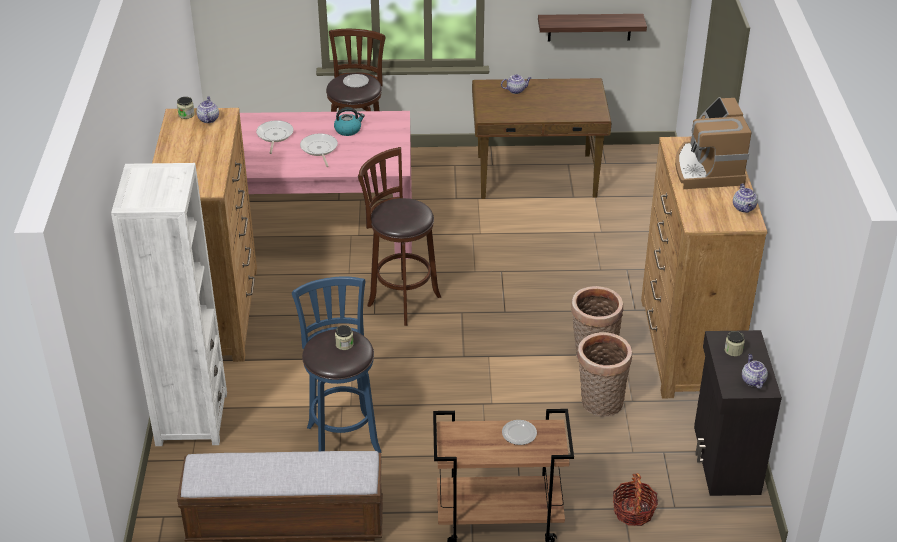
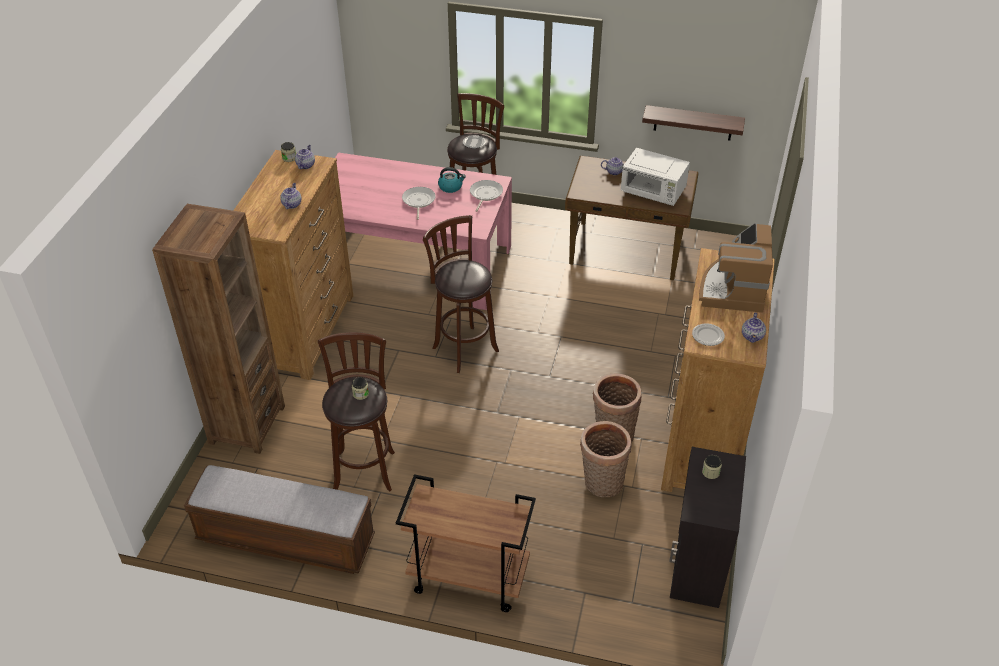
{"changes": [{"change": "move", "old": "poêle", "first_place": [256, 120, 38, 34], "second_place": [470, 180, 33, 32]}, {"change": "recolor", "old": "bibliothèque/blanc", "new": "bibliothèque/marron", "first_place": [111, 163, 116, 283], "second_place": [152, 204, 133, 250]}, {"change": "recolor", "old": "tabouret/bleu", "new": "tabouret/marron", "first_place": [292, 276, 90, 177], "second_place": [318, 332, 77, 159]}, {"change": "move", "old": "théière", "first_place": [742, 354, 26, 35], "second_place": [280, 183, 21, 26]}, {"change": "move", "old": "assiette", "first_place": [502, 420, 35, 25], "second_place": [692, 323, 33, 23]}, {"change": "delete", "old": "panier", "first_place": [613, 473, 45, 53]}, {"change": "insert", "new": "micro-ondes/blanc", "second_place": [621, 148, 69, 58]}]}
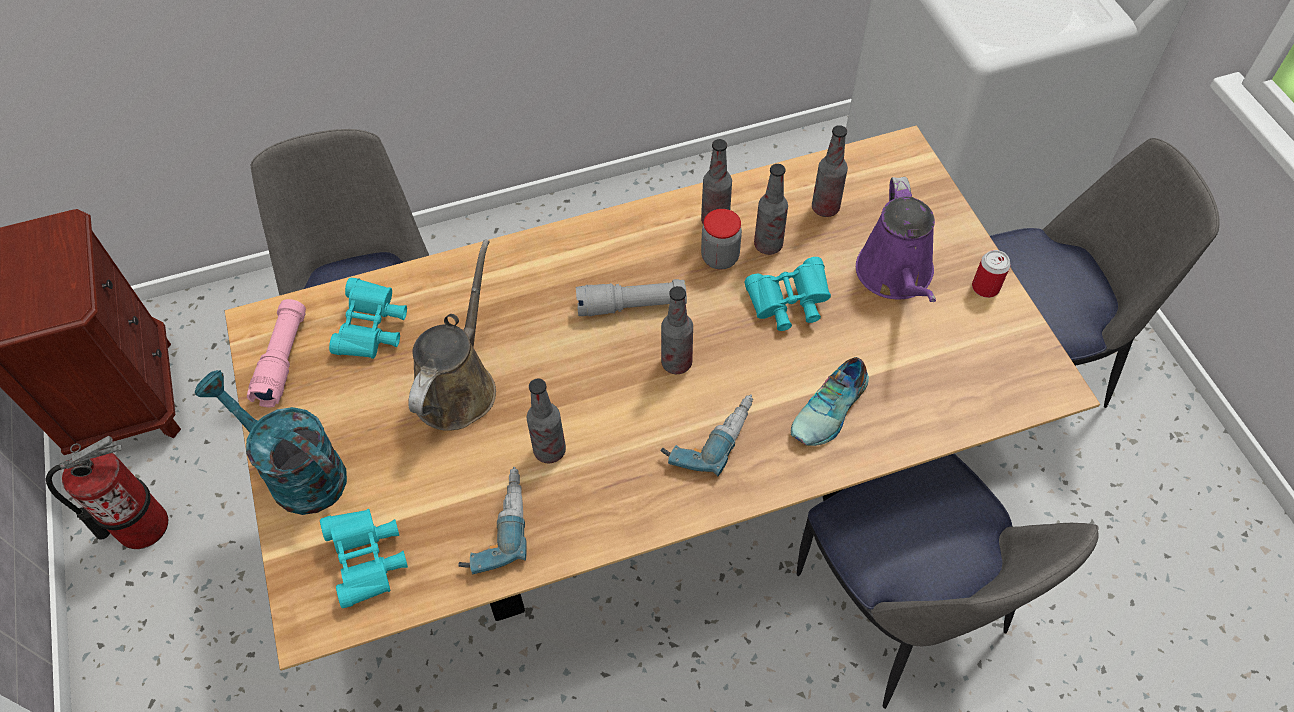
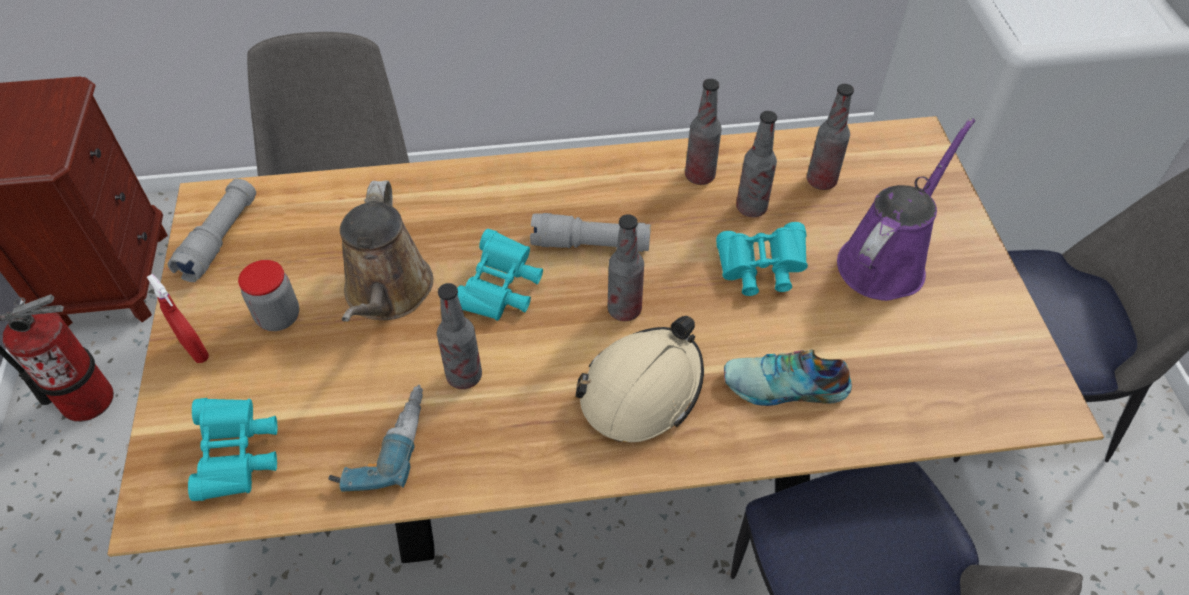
{"changes": [{"change": "rotate", "old": "arrosoir/violet", "first_place": [856, 177, 80, 125], "second_place": [837, 118, 138, 183], "degrees": -150}, {"change": "move", "old": "bocal", "first_place": [701, 209, 41, 60], "second_place": [238, 260, 61, 71]}, {"change": "rotate", "old": "arrosoir/marron", "first_place": [408, 239, 88, 192], "second_place": [340, 180, 93, 142], "degrees": 150}, {"change": "delete", "old": "boîte métallique", "first_place": [972, 250, 38, 48]}, {"change": "move", "old": "jumelles/turquoise", "first_place": [329, 278, 78, 81], "second_place": [457, 229, 86, 92]}, {"change": "recolor", "old": "lampe de poche/rose", "new": "lampe de poche/gris", "first_place": [247, 299, 59, 108], "second_place": [168, 178, 88, 104]}, {"change": "rotate", "old": "chaussure", "first_place": [791, 357, 78, 89], "second_place": [724, 350, 128, 56], "degrees": 45}, {"change": "replace", "old": "arrosoir/turquoise", "new": "vaporisateur/rouge", "first_place": [195, 370, 152, 145], "second_place": [147, 274, 62, 89]}, {"change": "replace", "old": "perceuse", "new": "casque de chantier/beige", "first_place": [661, 394, 92, 82], "second_place": [575, 316, 129, 126]}]}
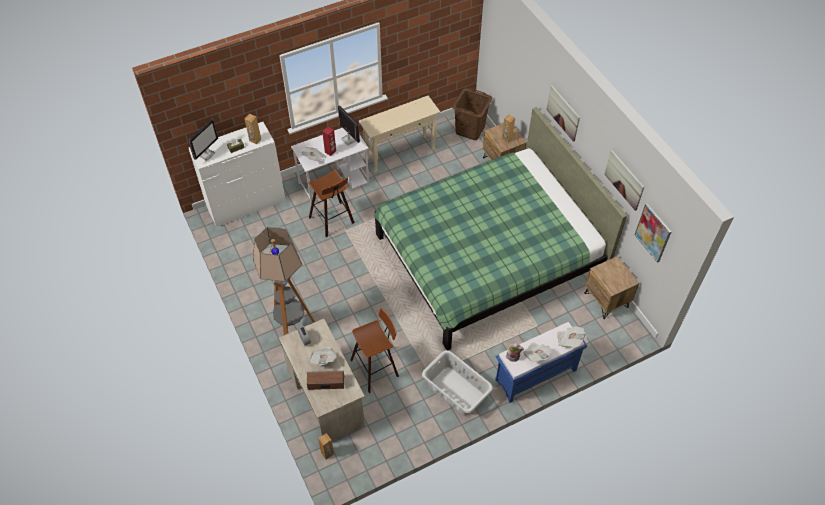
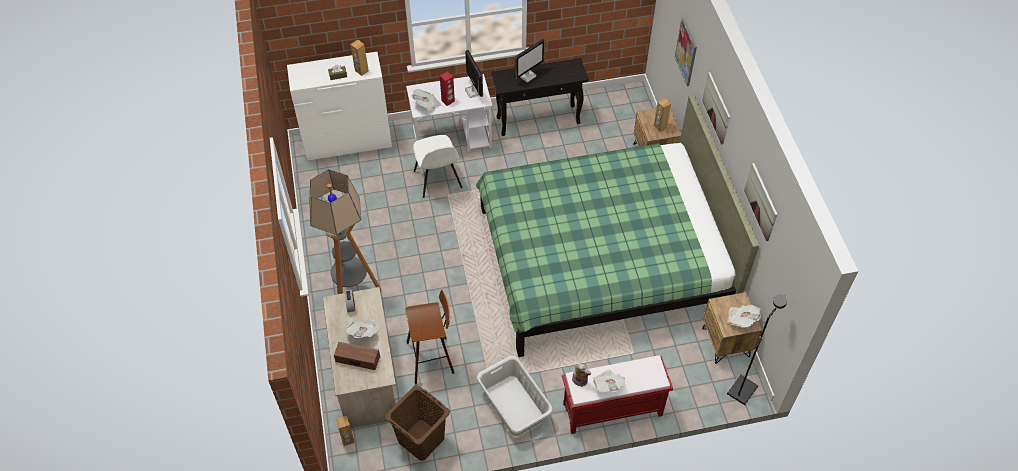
{"changes": [{"change": "move", "old": "panier à linge/marron", "first_place": [452, 88, 40, 52], "second_place": [385, 385, 65, 76]}, {"change": "recolor", "old": "table console/beige", "new": "table console/noir", "first_place": [359, 96, 81, 77], "second_place": [491, 58, 98, 78]}, {"change": "move", "old": "écran d'ordinateur", "first_place": [188, 119, 30, 42], "second_place": [515, 39, 29, 43]}, {"change": "replace", "old": "tabouret", "new": "chaise/blanc", "first_place": [309, 170, 46, 67], "second_place": [413, 135, 49, 63]}, {"change": "move", "old": "tableau", "first_place": [635, 204, 36, 59], "second_place": [675, 18, 22, 68]}, {"change": "recolor", "old": "banc/bleu", "new": "banc/rouge", "first_place": [495, 322, 92, 81], "second_place": [562, 355, 111, 79]}, {"change": "move", "old": "journal", "first_place": [557, 326, 30, 22], "second_place": [727, 305, 34, 22]}, {"change": "insert", "new": "lampadaire/noir", "second_place": [727, 294, 60, 111]}]}
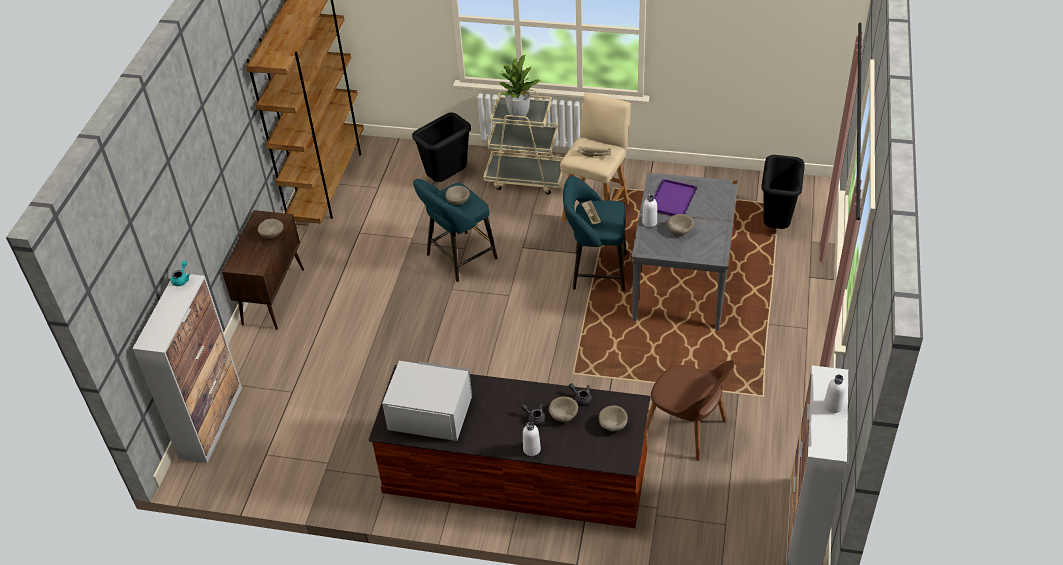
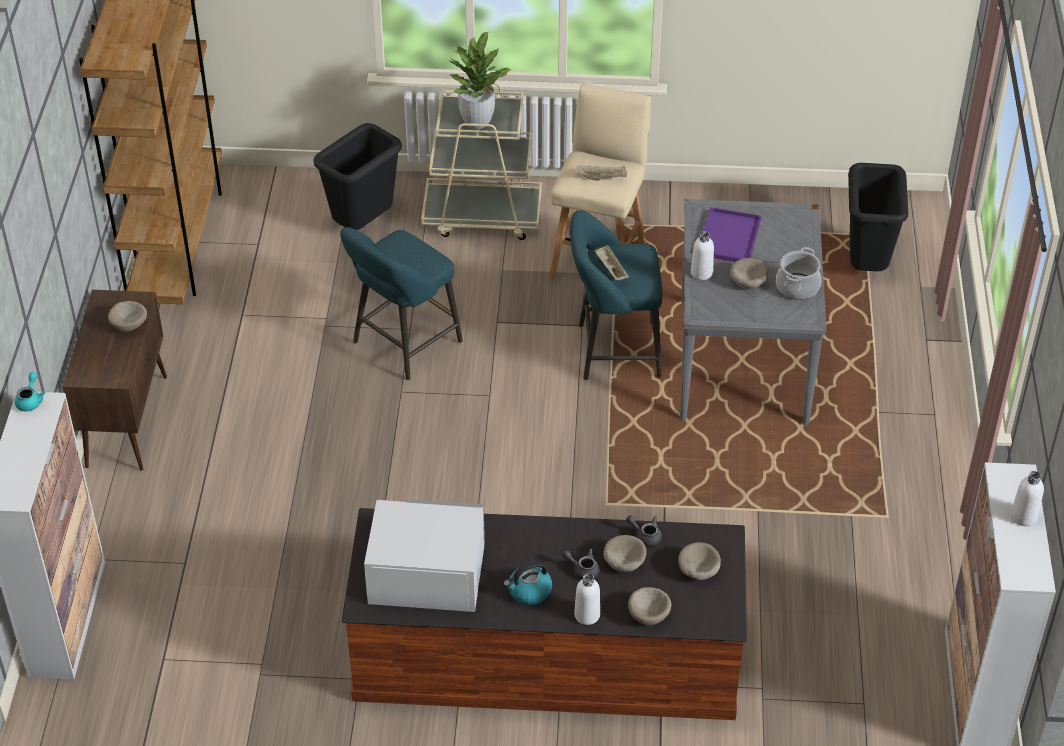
{"changes": [{"change": "move", "old": "bol/beige", "first_place": [445, 186, 25, 19], "second_place": [628, 587, 43, 38]}, {"change": "delete", "old": "chaise/marron", "first_place": [647, 360, 88, 101]}, {"change": "insert", "new": "marmite", "second_place": [776, 247, 45, 53]}, {"change": "insert", "new": "bouilloire", "second_place": [503, 561, 49, 44]}]}
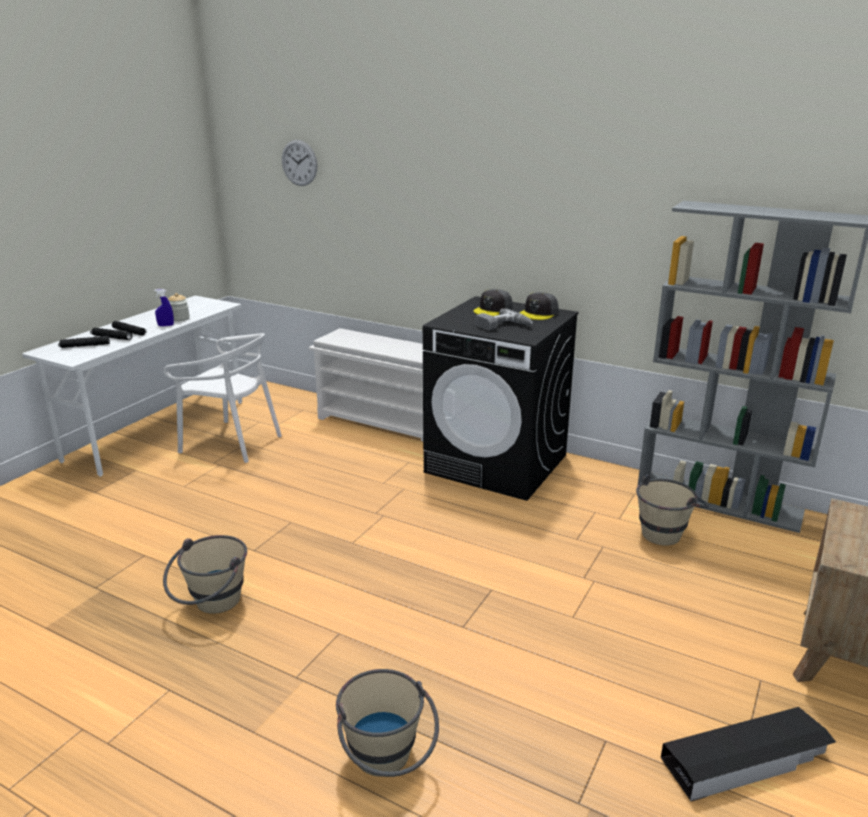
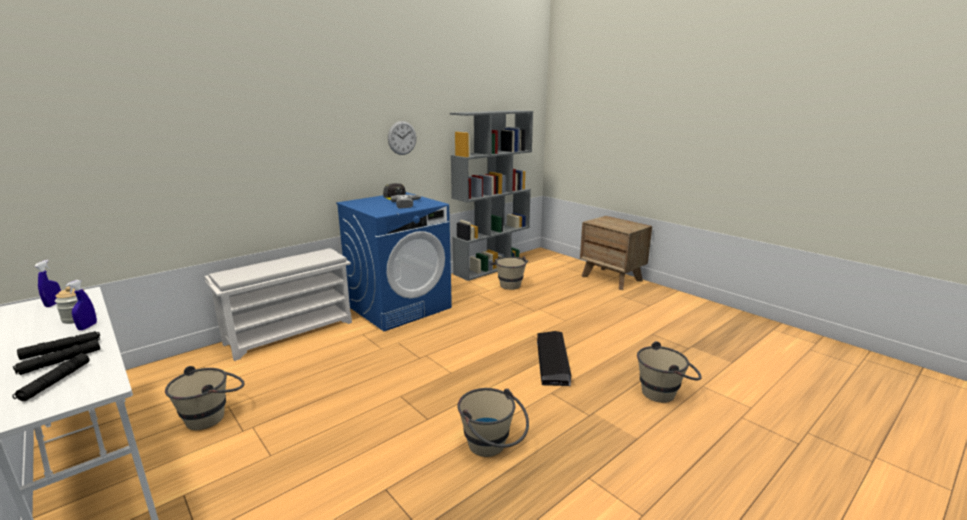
{"changes": [{"change": "move", "old": "horloge murale", "first_place": [282, 140, 35, 46], "second_place": [388, 121, 28, 34]}, {"change": "delete", "old": "casquette/gris", "first_place": [473, 289, 40, 27]}, {"change": "recolor", "old": "lave-linge/noir", "new": "lave-linge/bleu", "first_place": [423, 296, 156, 205], "second_place": [336, 192, 116, 139]}, {"change": "replace", "old": "chaise/blanc", "new": "seau/beige", "first_place": [163, 333, 119, 130], "second_place": [165, 366, 79, 64]}, {"change": "move", "old": "boîte de rangement/noir", "first_place": [661, 707, 175, 94], "second_place": [537, 331, 34, 55]}, {"change": "insert", "new": "vaporisateur/bleu", "second_place": [34, 260, 27, 47]}]}
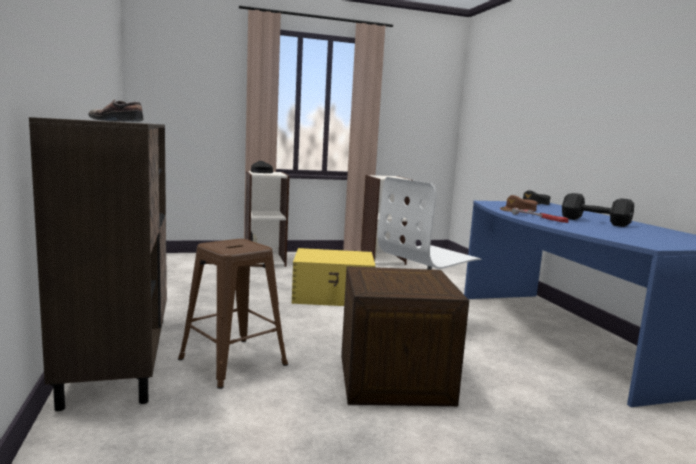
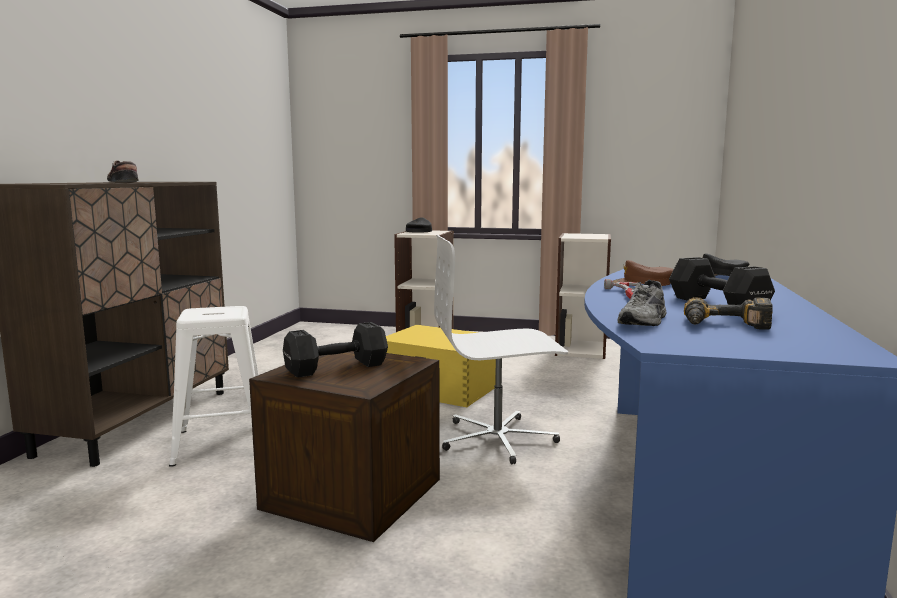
{"changes": [{"change": "recolor", "old": "tabouret/marron", "new": "tabouret/blanc", "first_place": [178, 239, 110, 150], "second_place": [169, 306, 90, 161]}, {"change": "insert", "new": "chaussure/gris", "second_place": [617, 280, 49, 46]}, {"change": "insert", "new": "perceuse", "second_place": [684, 297, 89, 33]}, {"change": "insert", "new": "haltère/noir", "second_place": [283, 322, 105, 56]}]}
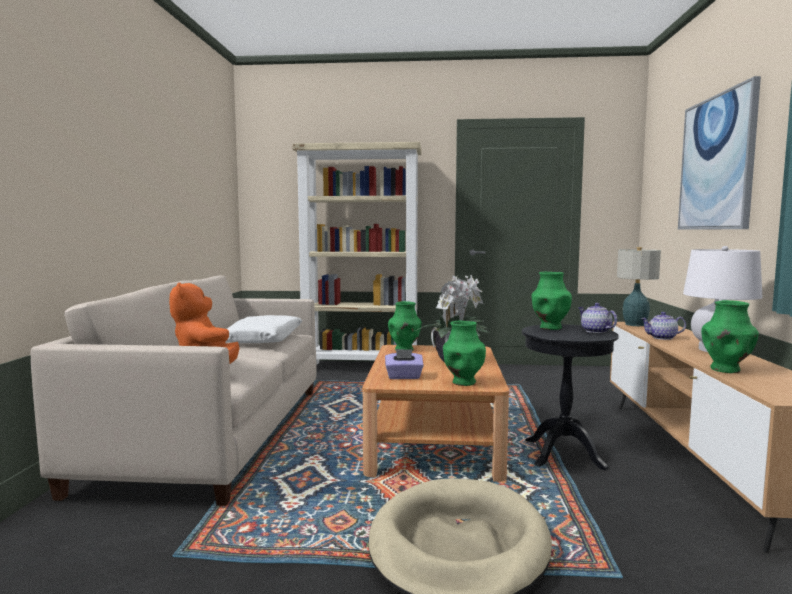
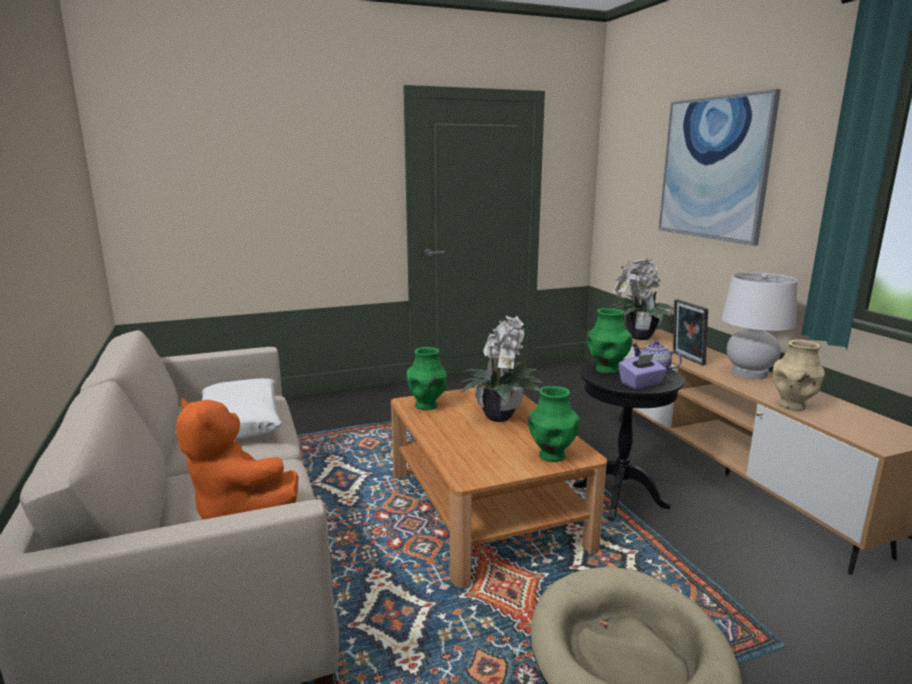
{"changes": [{"change": "delete", "old": "bibliothèque/beige", "first_place": [292, 142, 130, 222]}, {"change": "replace", "old": "lampe de table", "new": "plante en pot", "first_place": [617, 247, 44, 79], "second_place": [610, 259, 64, 81]}, {"change": "recolor", "old": "vase/vert", "new": "vase/beige", "first_place": [701, 300, 58, 73], "second_place": [773, 339, 52, 72]}, {"change": "replace", "old": "théière", "new": "cadre photo", "first_place": [641, 312, 45, 28], "second_place": [673, 299, 35, 67]}, {"change": "move", "old": "boîte à mouchoirs/violet", "first_place": [385, 349, 39, 30], "second_place": [618, 354, 49, 35]}]}
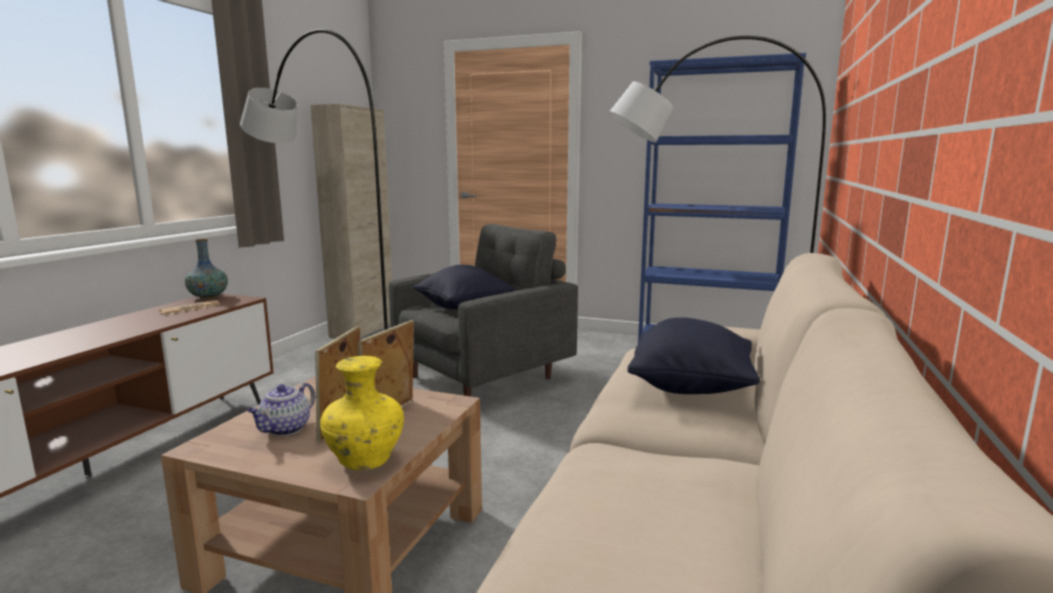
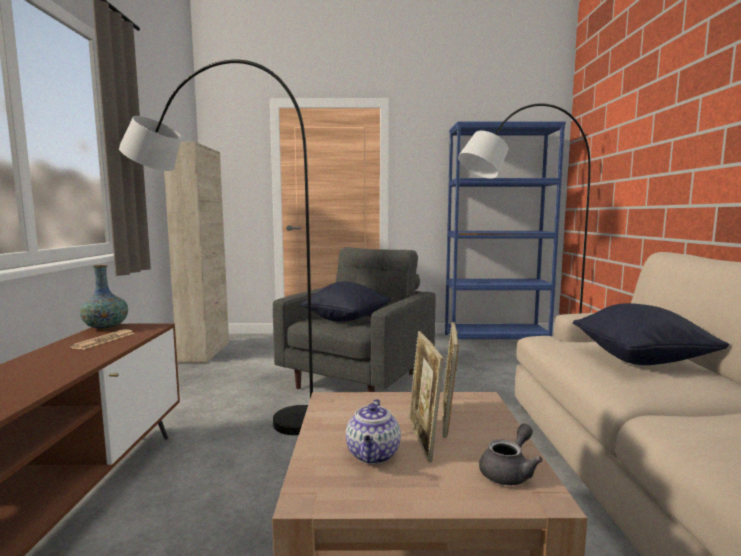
{"changes": [{"change": "replace", "old": "vase/jaune", "new": "théière/gris", "first_place": [320, 356, 84, 114], "second_place": [479, 424, 64, 61]}]}
